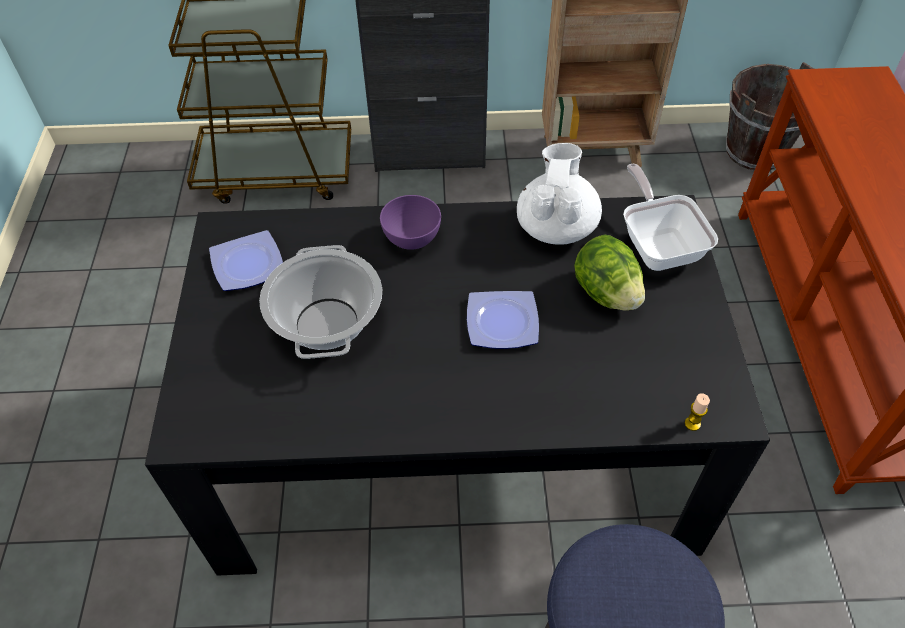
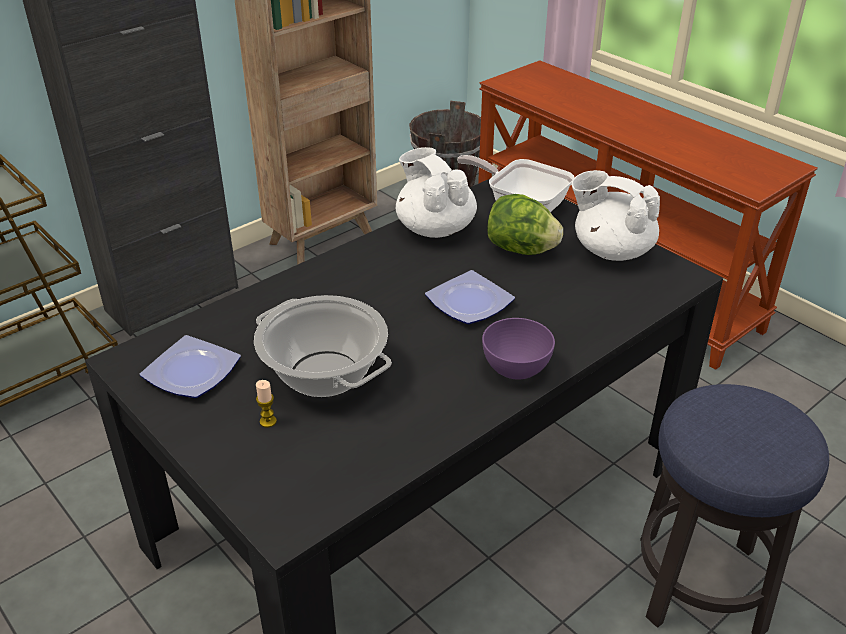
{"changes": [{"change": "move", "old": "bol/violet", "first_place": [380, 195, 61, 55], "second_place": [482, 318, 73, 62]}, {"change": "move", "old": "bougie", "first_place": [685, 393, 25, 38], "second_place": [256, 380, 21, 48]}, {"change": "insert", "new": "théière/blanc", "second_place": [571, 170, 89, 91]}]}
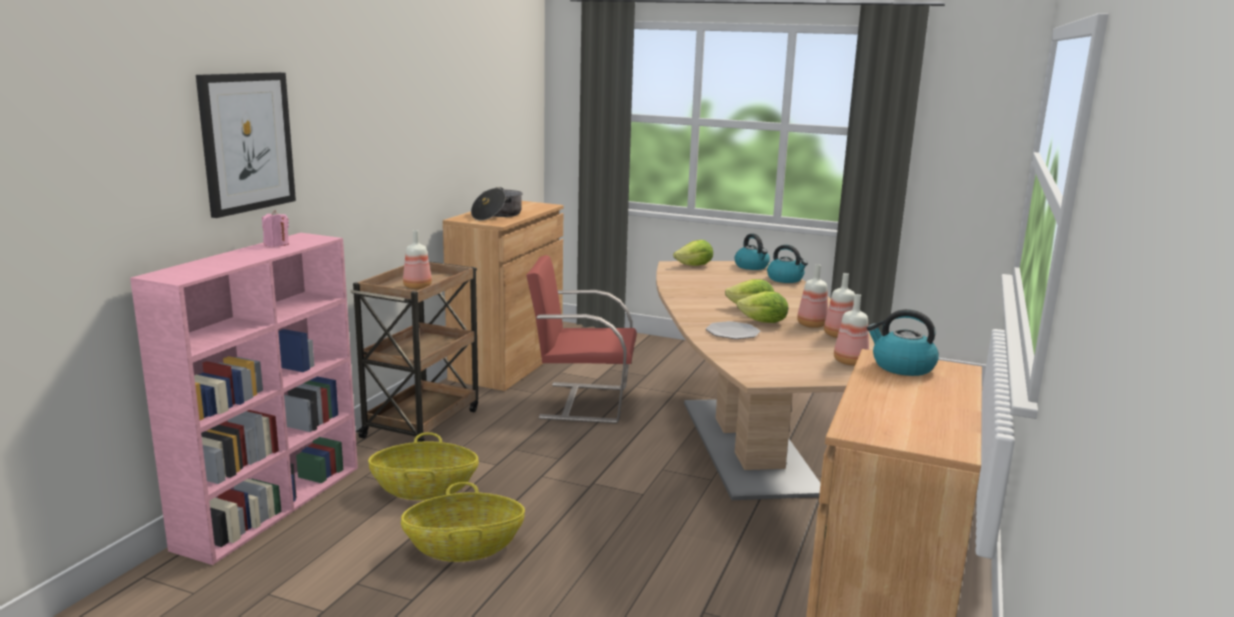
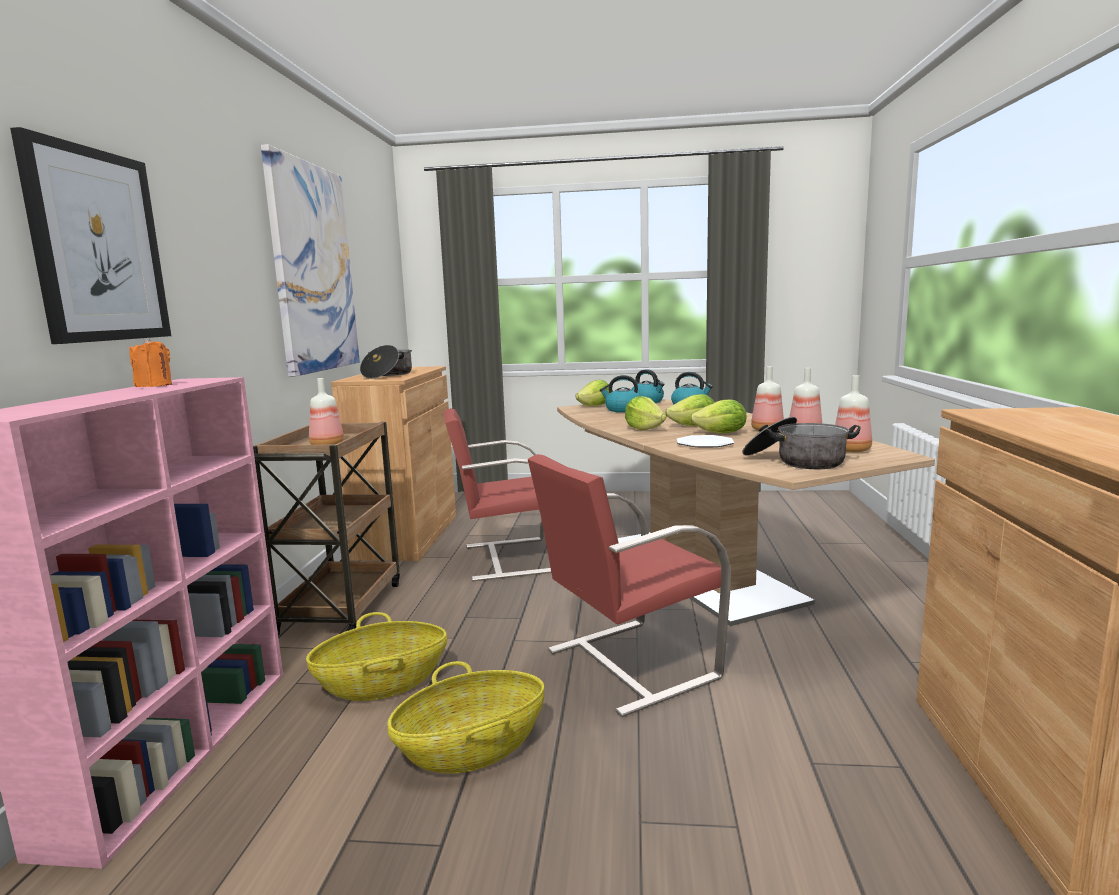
{"changes": [{"change": "recolor", "old": "bougie/rose", "new": "bougie/orange", "first_place": [262, 210, 27, 37], "second_place": [129, 338, 43, 49]}, {"change": "move", "old": "bouilloire", "first_place": [867, 309, 72, 67], "second_place": [600, 375, 40, 37]}, {"change": "insert", "new": "tableau", "second_place": [261, 144, 99, 233]}, {"change": "insert", "new": "laitue", "second_place": [625, 396, 41, 34]}, {"change": "insert", "new": "marmite", "second_place": [742, 417, 118, 52]}, {"change": "insert", "new": "chaise/rouge", "second_place": [528, 454, 203, 263]}]}
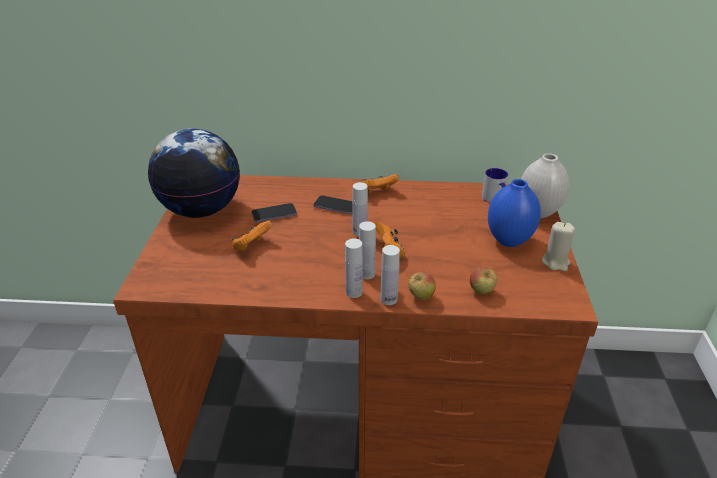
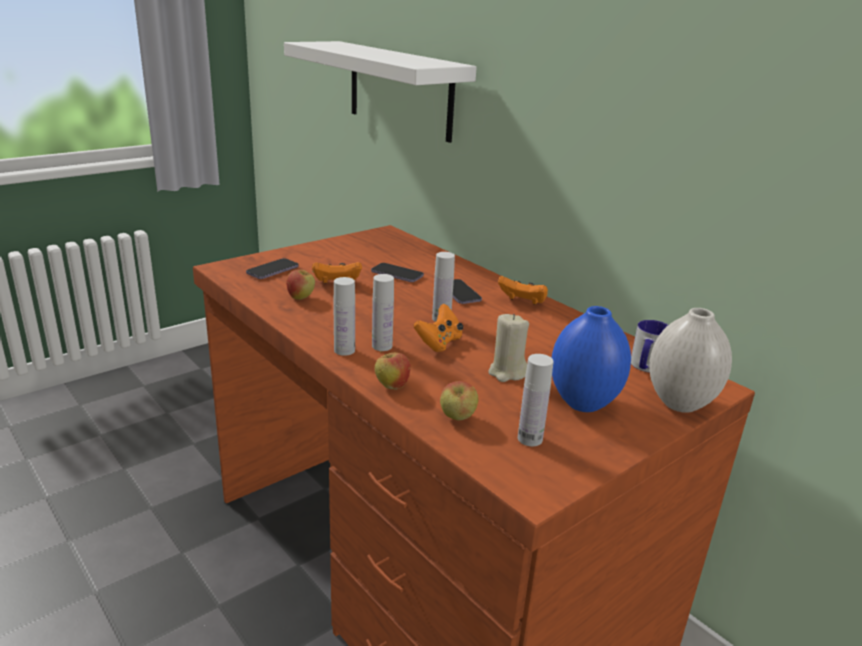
{"changes": [{"change": "delete", "old": "globe", "first_place": [148, 128, 92, 90]}, {"change": "move", "old": "bougie/beige", "first_place": [542, 222, 33, 49], "second_place": [488, 314, 41, 68]}, {"change": "move", "old": "bouteille/blanc", "first_place": [380, 245, 20, 60], "second_place": [518, 354, 36, 92]}, {"change": "insert", "new": "étagère/blanc", "second_place": [284, 41, 193, 102]}, {"change": "insert", "new": "téléphone", "second_place": [246, 258, 52, 21]}, {"change": "insert", "new": "pomme", "second_place": [286, 269, 29, 31]}]}
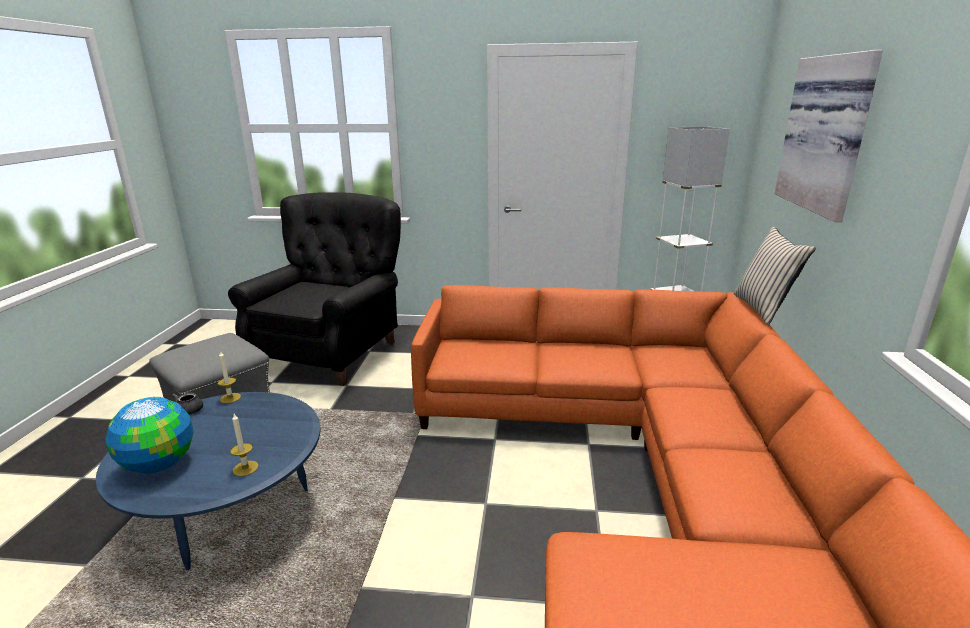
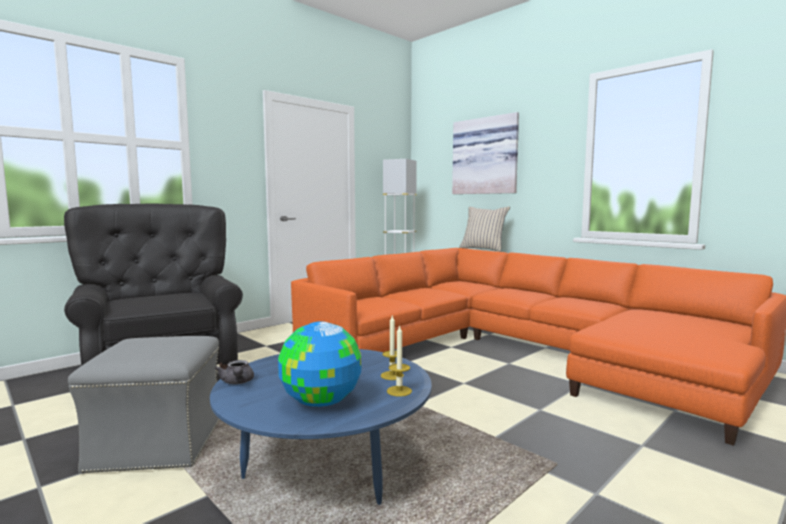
{"changes": [{"change": "move", "old": "bougie", "first_place": [218, 351, 23, 52], "second_place": [387, 325, 25, 72]}]}
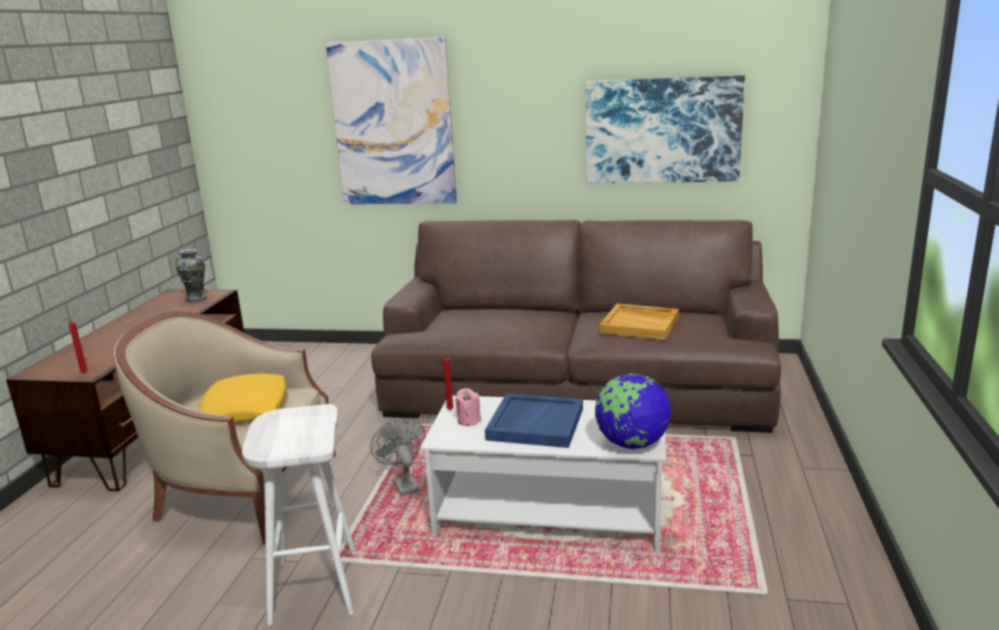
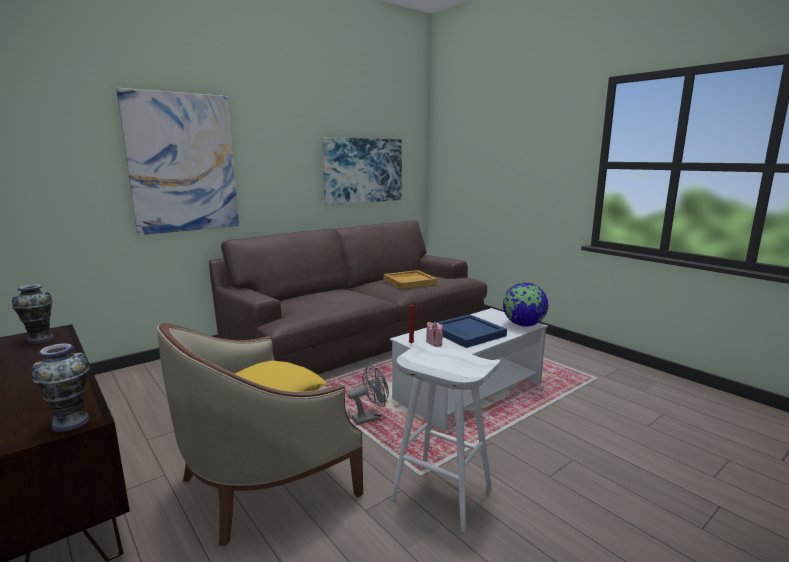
{"changes": [{"change": "replace", "old": "bougie/rouge", "new": "vase", "first_place": [65, 318, 22, 55], "second_place": [31, 343, 59, 89]}, {"change": "rotate", "old": "ventilateur/gris", "first_place": [370, 418, 56, 78], "second_place": [348, 364, 41, 61], "degrees": 135}]}
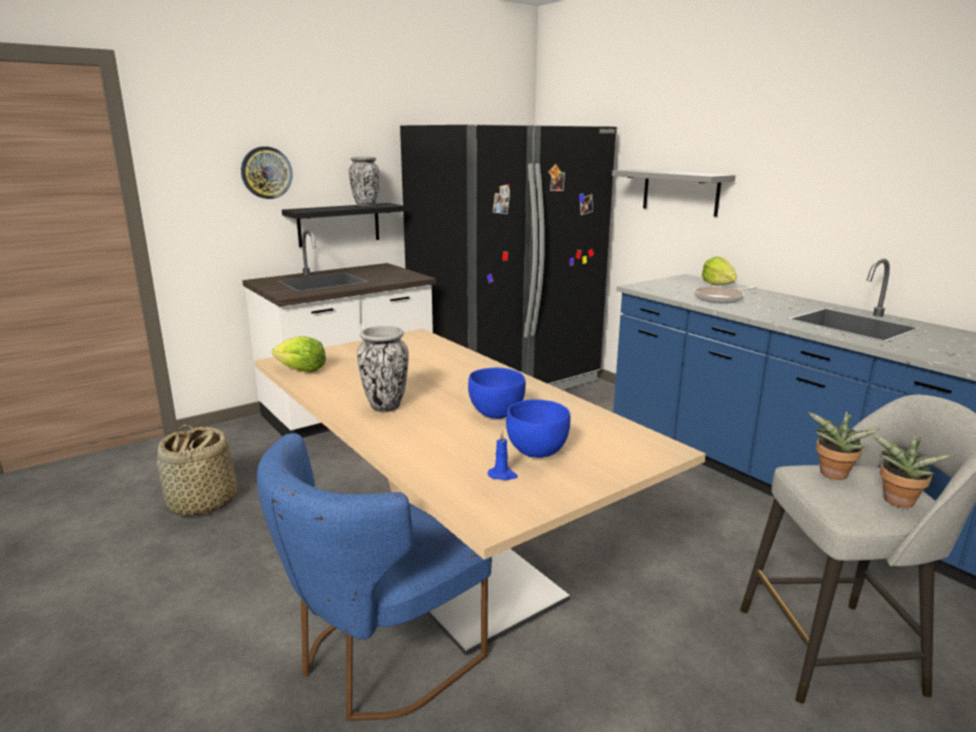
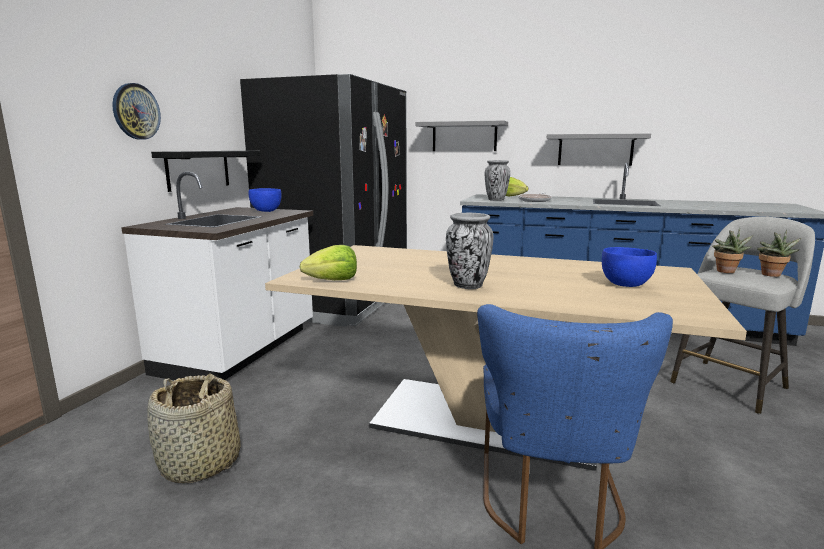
{"changes": [{"change": "move", "old": "vase", "first_place": [349, 157, 31, 50], "second_place": [485, 160, 25, 41]}, {"change": "move", "old": "bol/bleu", "first_place": [468, 368, 58, 51], "second_place": [249, 188, 33, 24]}, {"change": "delete", "old": "bougie/bleu", "first_place": [488, 431, 30, 49]}, {"change": "insert", "new": "étagère/gris", "second_place": [546, 133, 105, 33]}]}
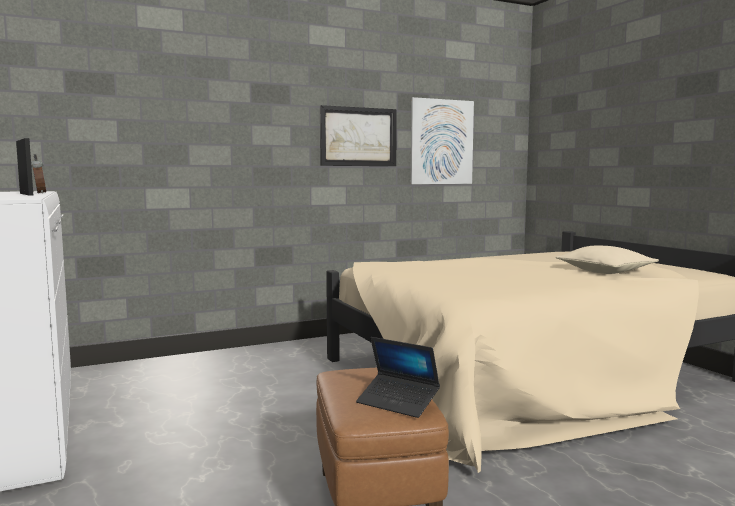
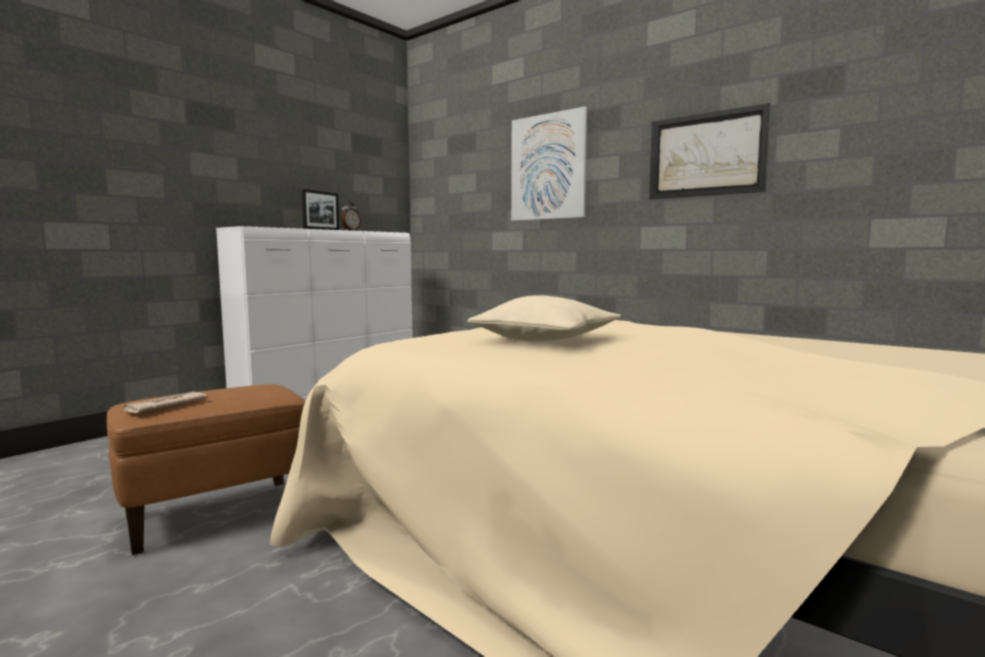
{"changes": [{"change": "move", "old": "tableau", "first_place": [411, 97, 63, 87], "second_place": [511, 106, 76, 115]}, {"change": "move", "old": "coussin/beige", "first_place": [556, 246, 103, 28], "second_place": [467, 295, 154, 46]}, {"change": "replace", "old": "ordinateur portable", "new": "journal", "first_place": [356, 337, 84, 81], "second_place": [121, 392, 87, 21]}]}
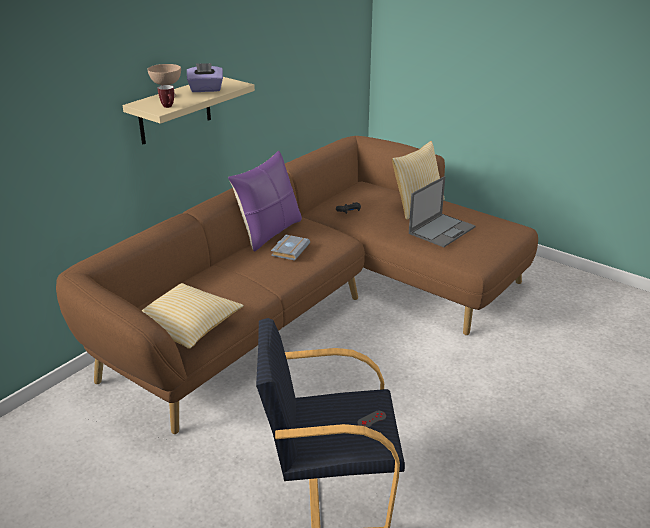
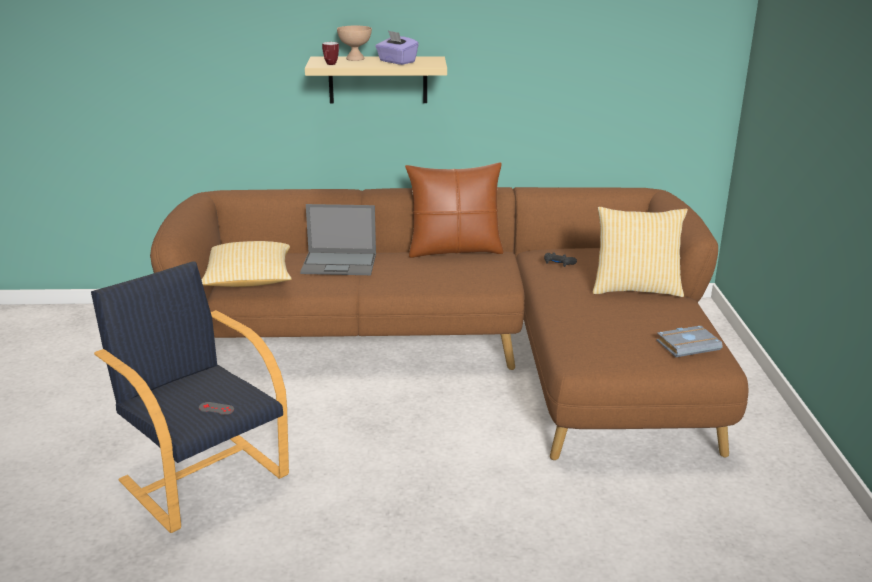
{"changes": [{"change": "recolor", "old": "coussin/violet", "new": "coussin/marron", "first_place": [228, 151, 74, 101], "second_place": [405, 162, 99, 96]}, {"change": "move", "old": "ordinateur portable", "first_place": [409, 176, 67, 71], "second_place": [300, 204, 76, 71]}, {"change": "move", "old": "livre/gris", "first_place": [271, 235, 39, 26], "second_place": [656, 325, 67, 32]}]}
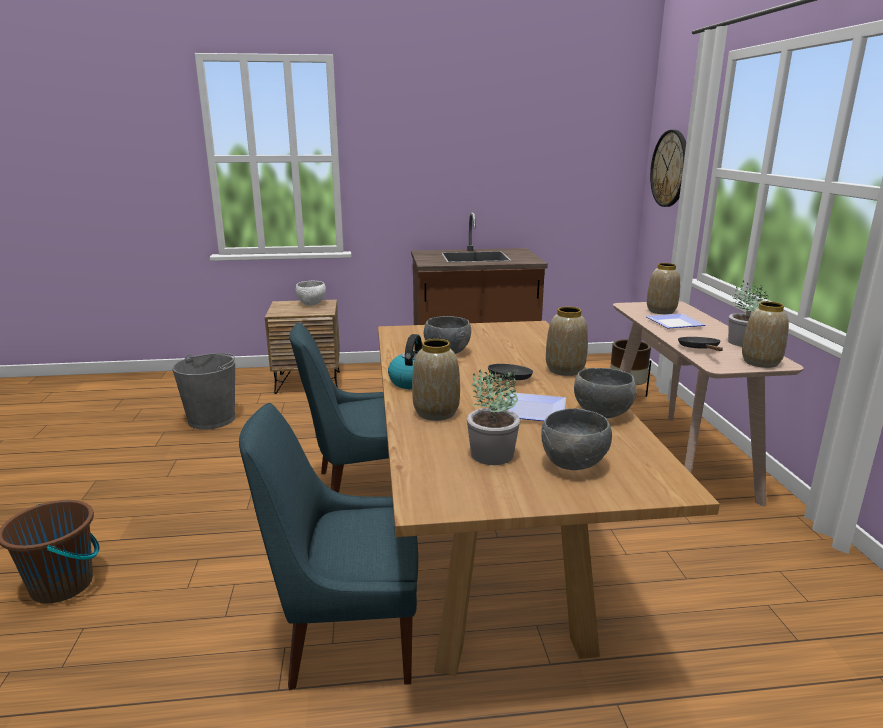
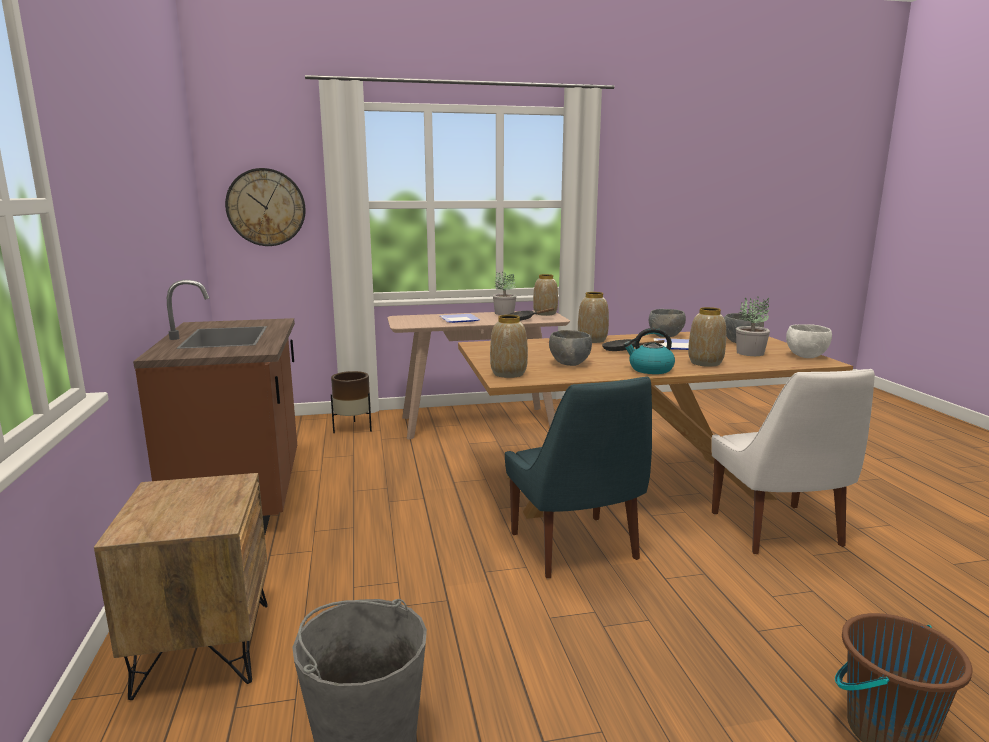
{"changes": [{"change": "move", "old": "vase", "first_place": [647, 263, 33, 51], "second_place": [490, 315, 38, 63]}, {"change": "move", "old": "bol/blanc", "first_place": [296, 281, 30, 25], "second_place": [786, 324, 46, 34]}, {"change": "recolor", "old": "chaise/bleu", "new": "chaise/blanc", "first_place": [239, 403, 179, 287], "second_place": [711, 369, 164, 185]}]}
